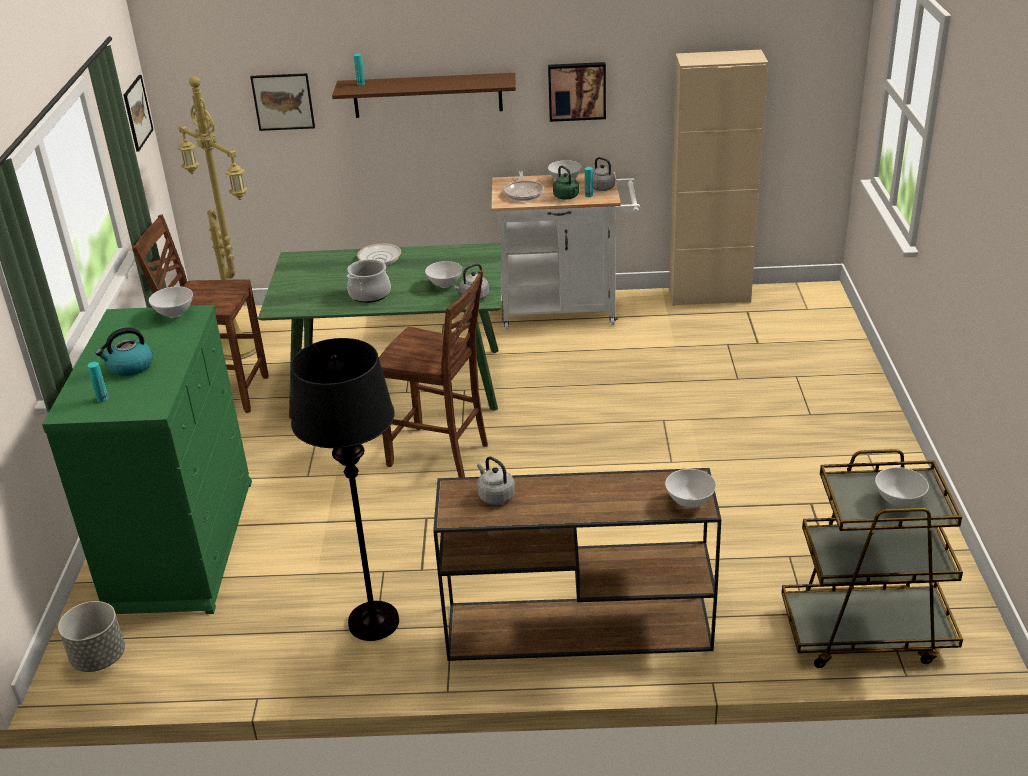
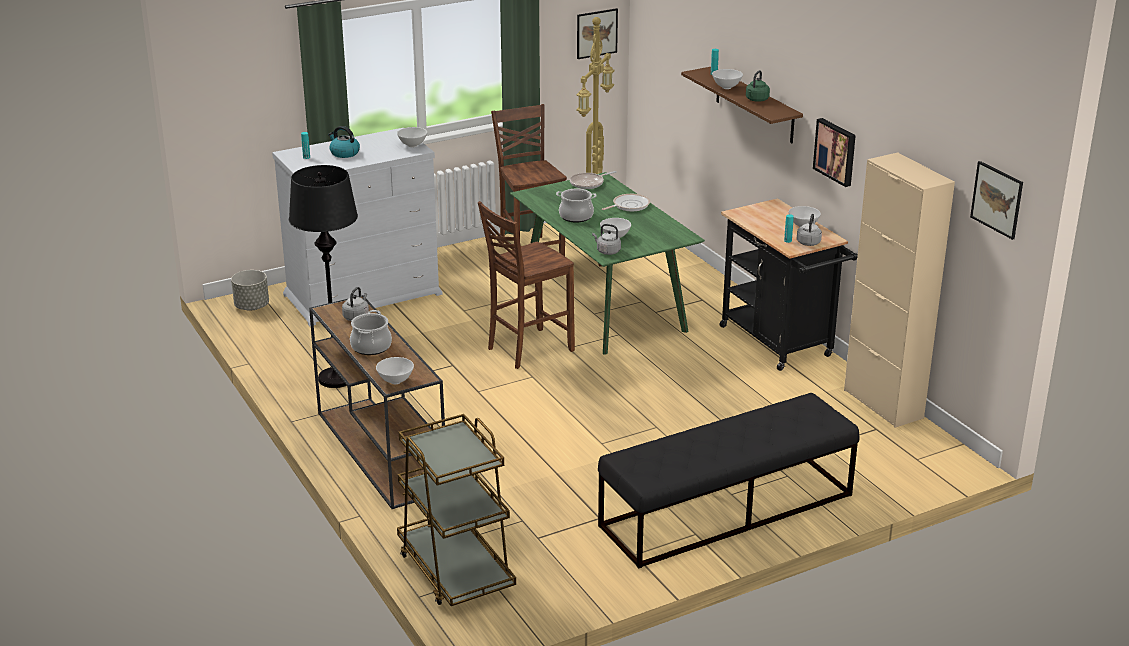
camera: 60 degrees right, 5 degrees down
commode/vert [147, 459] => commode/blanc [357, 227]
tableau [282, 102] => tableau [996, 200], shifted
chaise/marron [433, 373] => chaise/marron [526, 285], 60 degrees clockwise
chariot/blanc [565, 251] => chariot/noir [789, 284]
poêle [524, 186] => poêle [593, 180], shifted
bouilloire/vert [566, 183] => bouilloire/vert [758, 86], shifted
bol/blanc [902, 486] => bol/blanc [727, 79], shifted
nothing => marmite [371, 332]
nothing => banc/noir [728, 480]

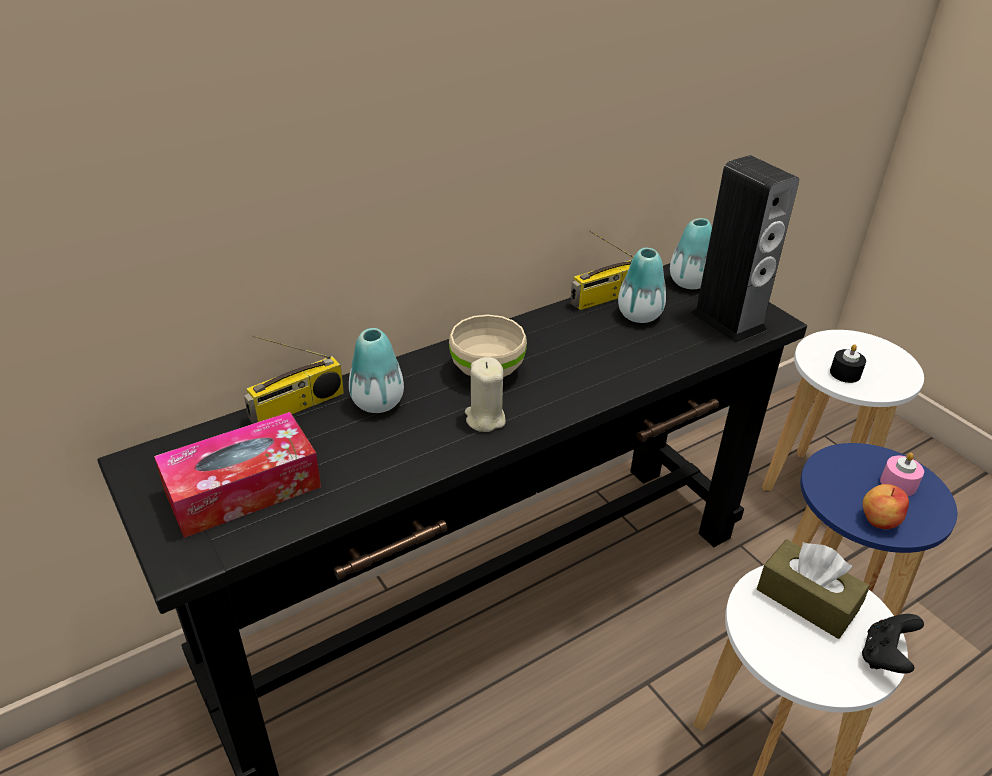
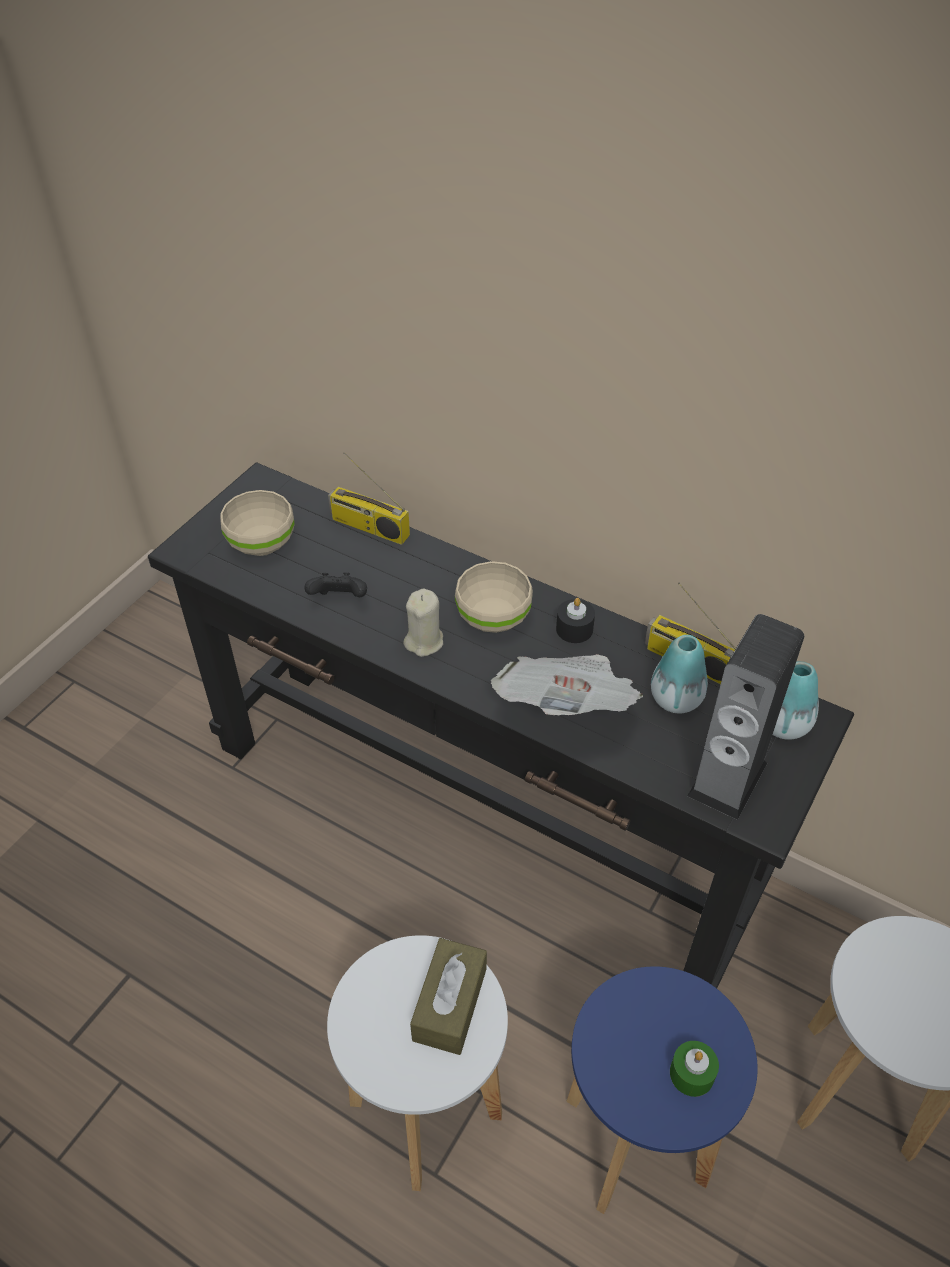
camera: 65 degrees right, 10 degrees up
boîte à mouchoirs [237, 475] => bol/beige [257, 523]
vase [376, 370] => nothing
bougie/noir [848, 363] => bougie/noir [575, 620], shifted
manette/noir [893, 644] => manette/noir [335, 584], shifted
pomme [886, 506] => nothing
bougie/rose [902, 474] => bougie/vert [694, 1069]
nothing => journal [567, 684]

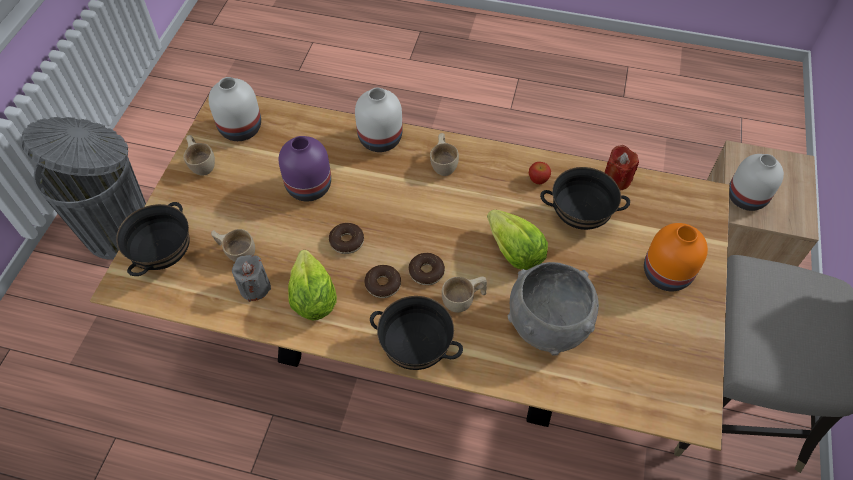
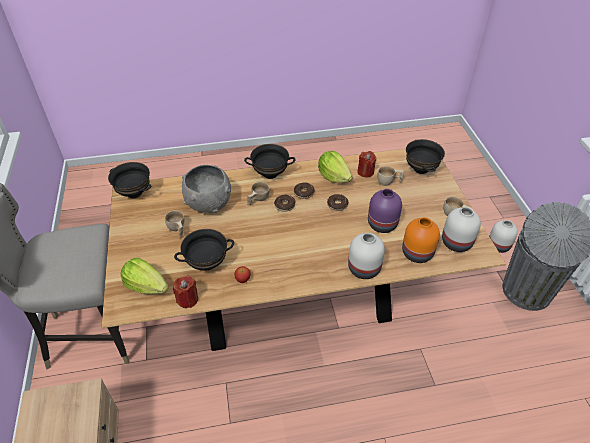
camera: 155 degrees right, 10 degrees down
bougie/gris [251, 278] => bougie/rouge [366, 164]
tasse/beige [444, 154] => tasse/beige [175, 224], shifted
laitue [517, 239] => laitue [144, 276], shifted
vase/orange [676, 257] => vase/orange [421, 240], shifted
vase/blanc [756, 182] => vase/blanc [503, 236], shifted
nothing => bol/noir [130, 180]

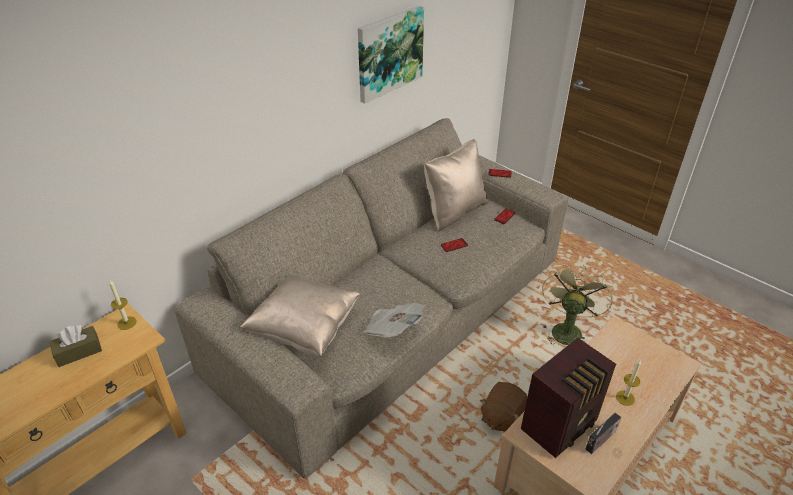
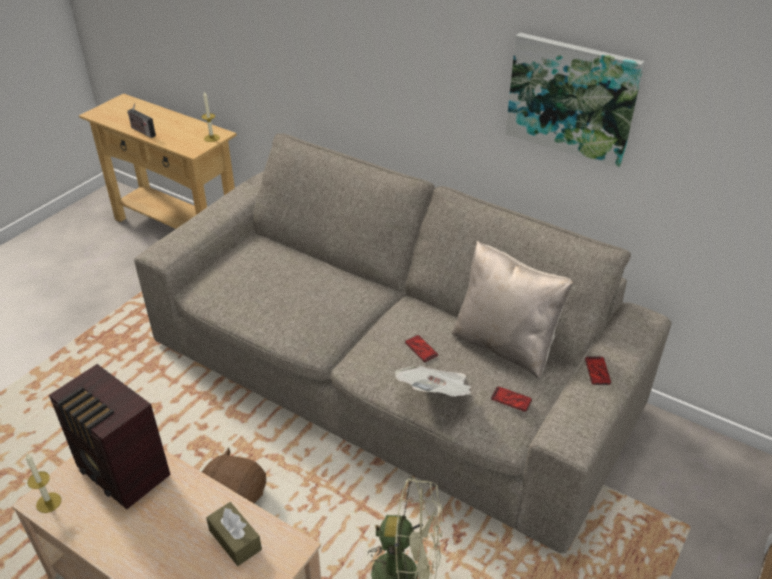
camera: 80 degrees right, 0 degrees up
boîte à mouchoirs/marron [75, 346] => boîte à mouchoirs/marron [234, 534], shifted
coussin/beige [300, 315] => nothing
journal [394, 320] => journal [433, 381], shifted
radio [603, 433] => radio [142, 120], shifted
bougie [628, 383] => bougie [43, 483], shifted

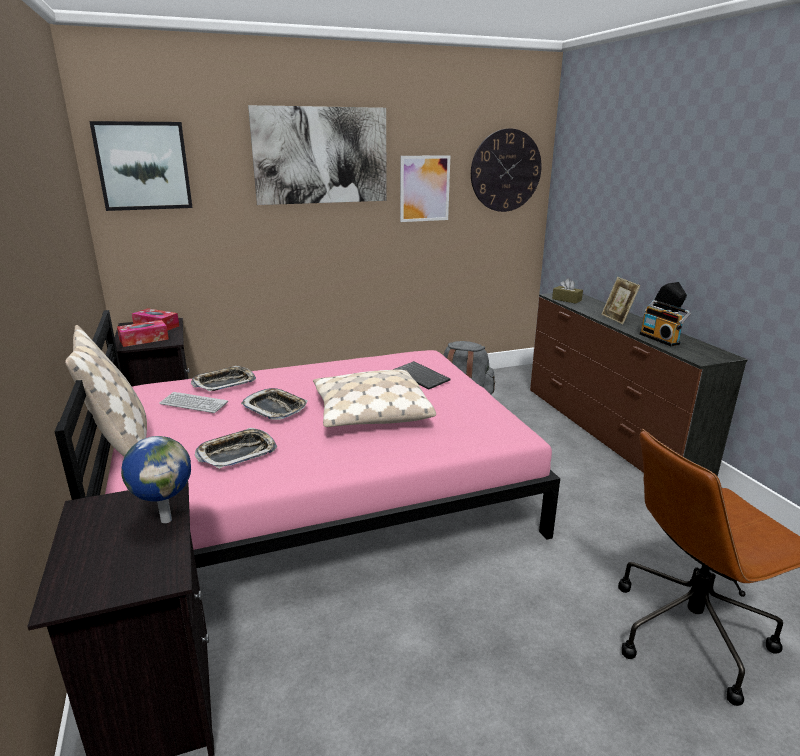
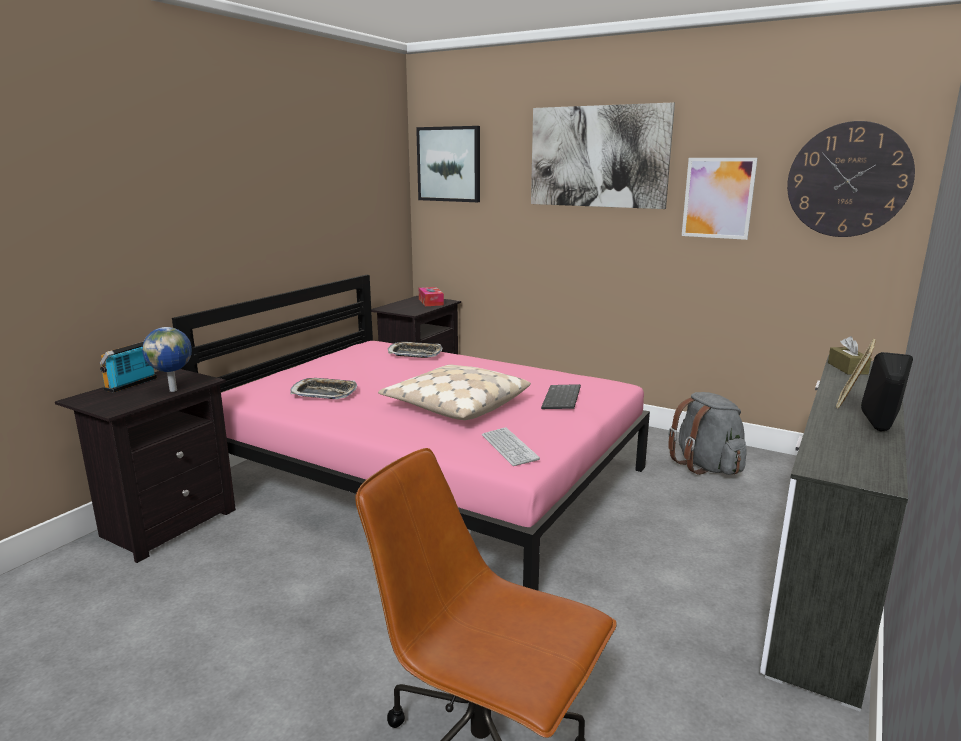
camera: 50 degrees right, 5 degrees down
coussin/beige [106, 391] => nothing
boîte à mouchoirs [143, 333] => nothing
clavier [193, 402] => clavier [511, 446], shifted
plateau [274, 404] => nothing
commode/marron [639, 385] => commode/blanc [834, 533]
radio [665, 323] => radio [128, 367], shifted

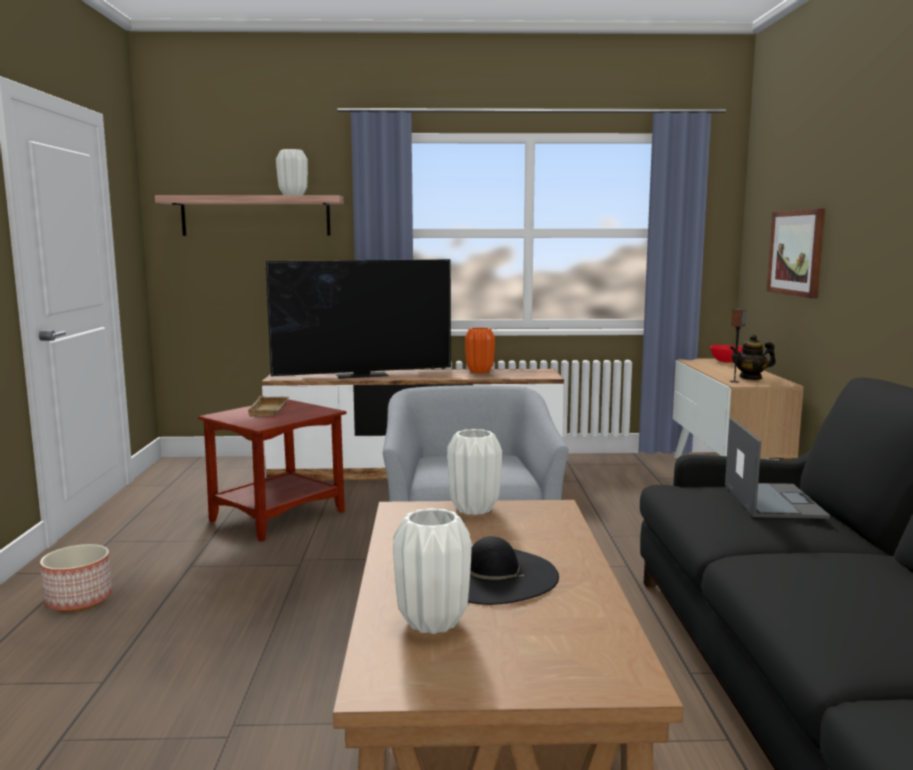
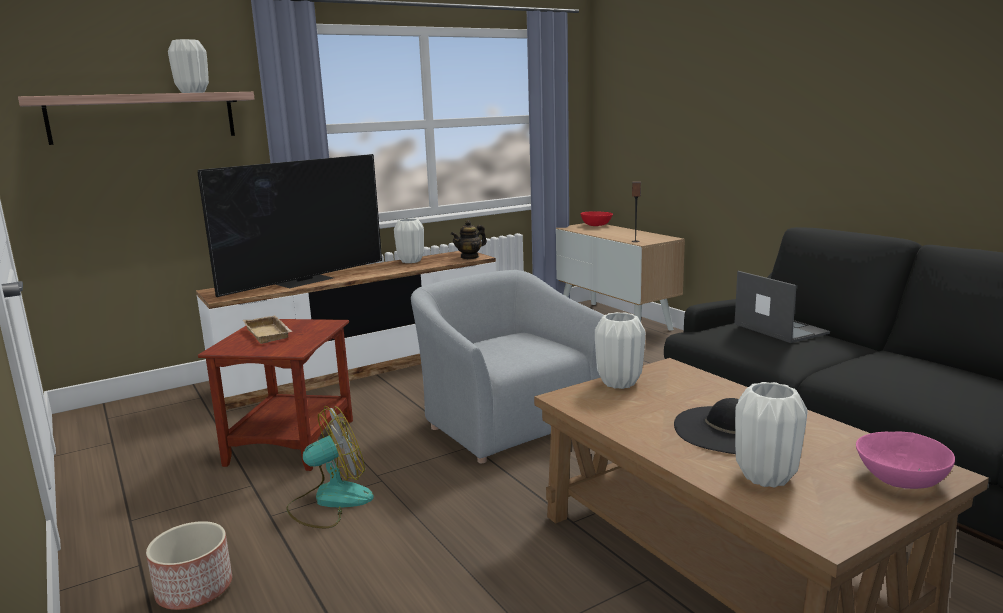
camera: 30 degrees left, 5 degrees up
vase/orange [480, 350] => vase/blanc [409, 240]
théière [752, 357] => théière [469, 239], shifted
tableau [796, 253] => nothing
nothing => ventilateur [330, 467]
nothing => bol/rose [905, 460]

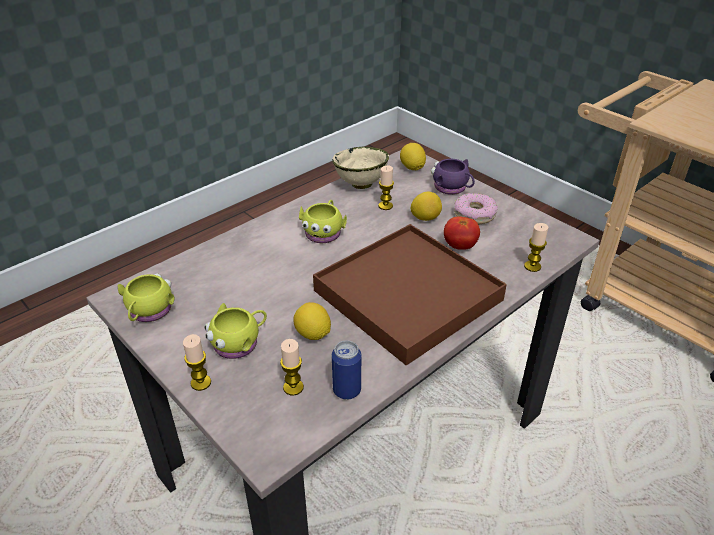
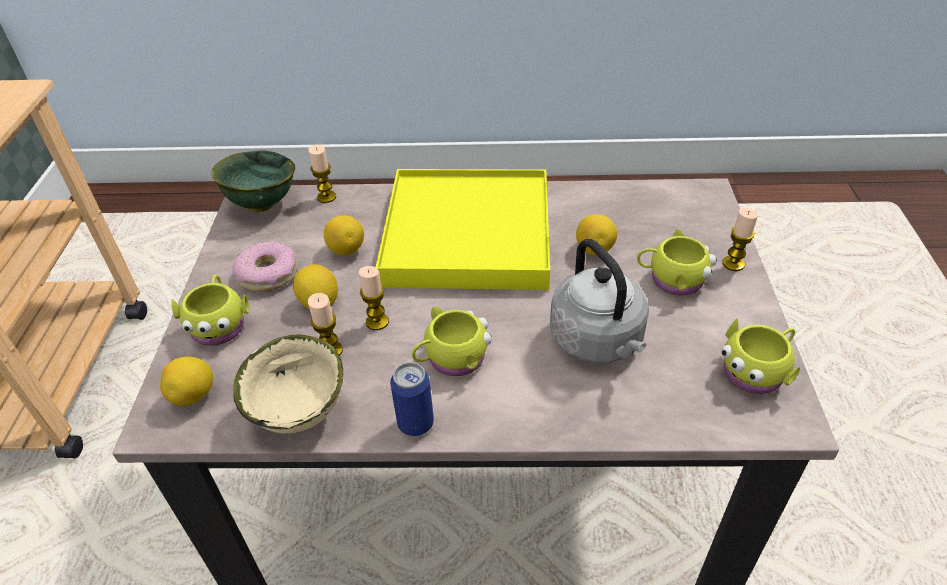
camera: 135 degrees left, 5 degrees up
bougie [292, 367] => bougie [374, 298], shifted
plateau/marron [410, 294] => plateau/jaune [463, 229]
boîte métallique [346, 370] => boîte métallique [412, 399], shifted
mug/violet [453, 177] => mug/jaune [210, 310]
tomate [462, 233] => citron [344, 235]
nothing => bol/vert [253, 181]
nothing => bouilloire/gris [599, 301]

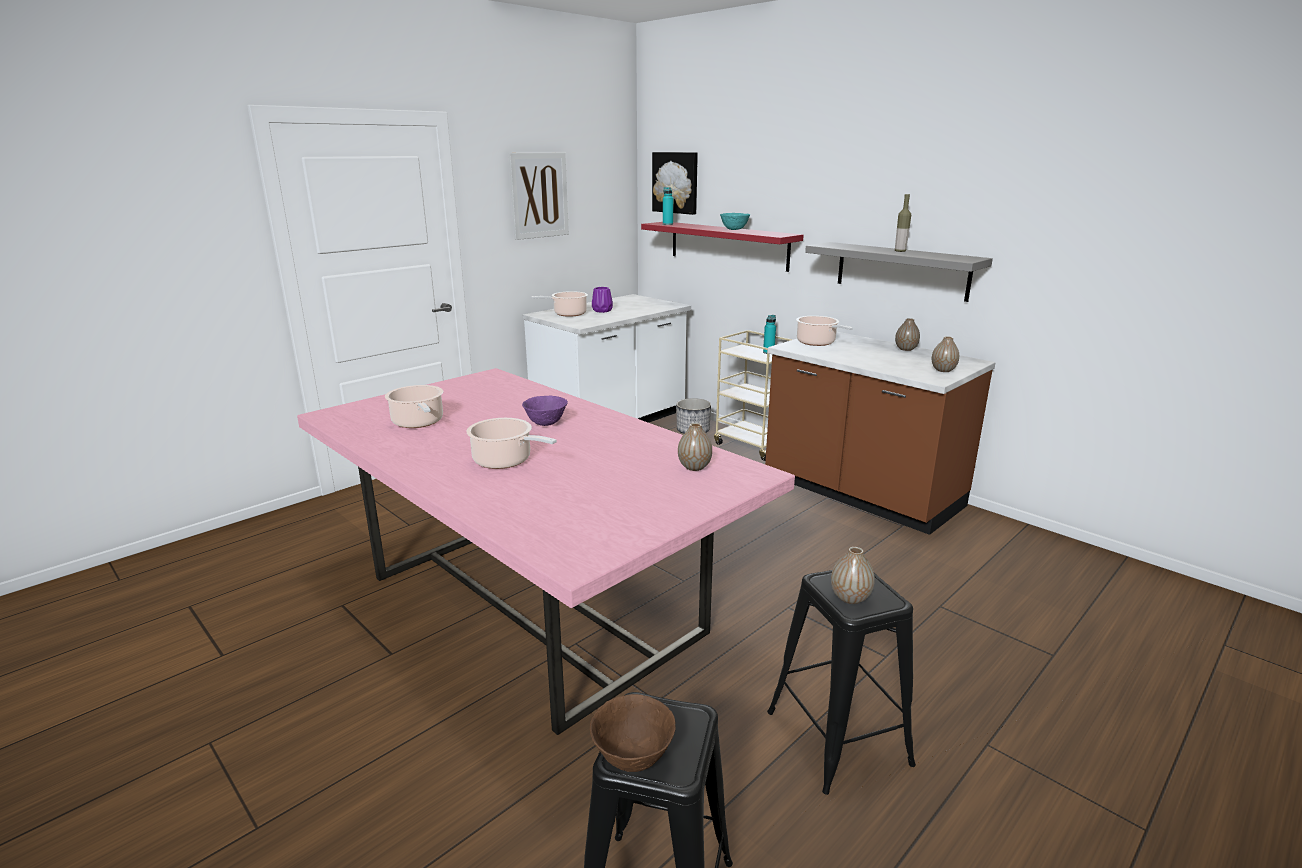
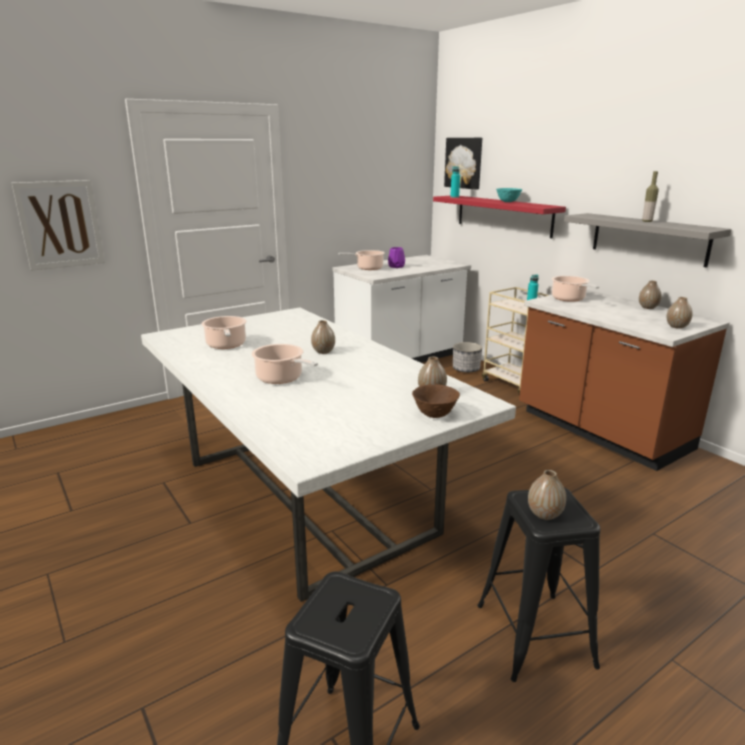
camera: 10 degrees right, 0 degrees up
table à manger/rose [546, 551] => table à manger/blanc [328, 455]
tableau [539, 196] => tableau [58, 225], shifted
bol/violet [545, 411] => vase [323, 337]
bol/marron [633, 733] => bol/marron [436, 401], shifted

